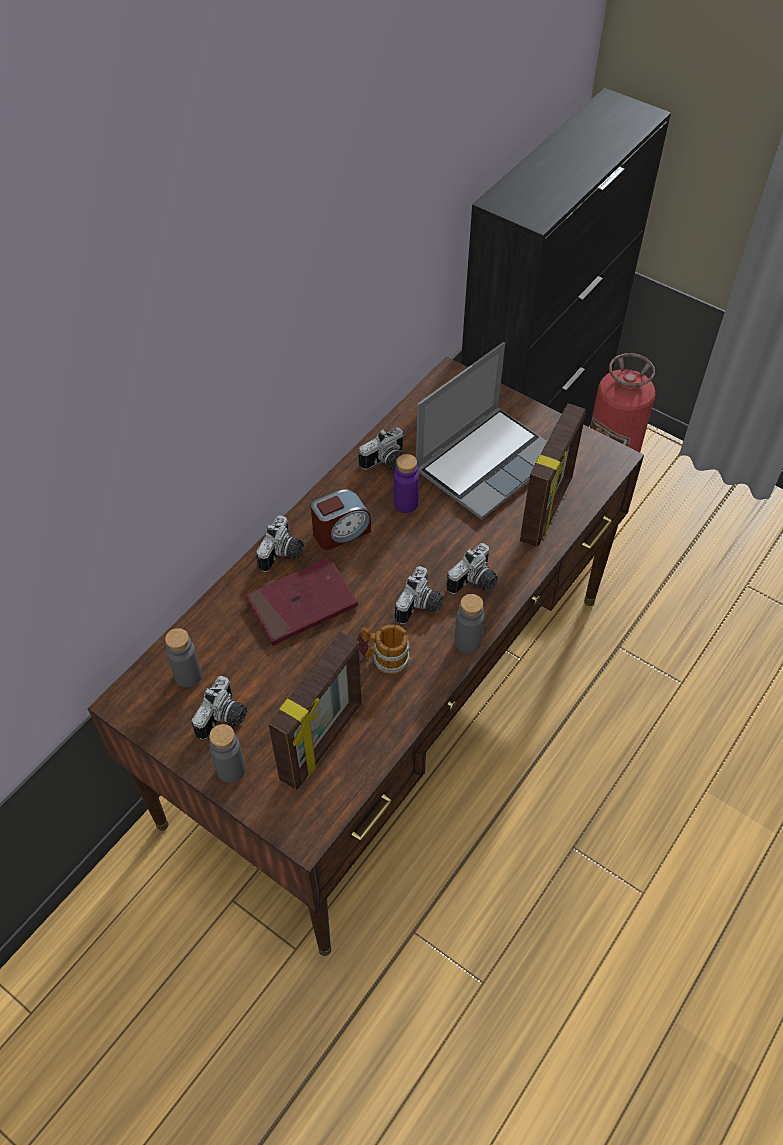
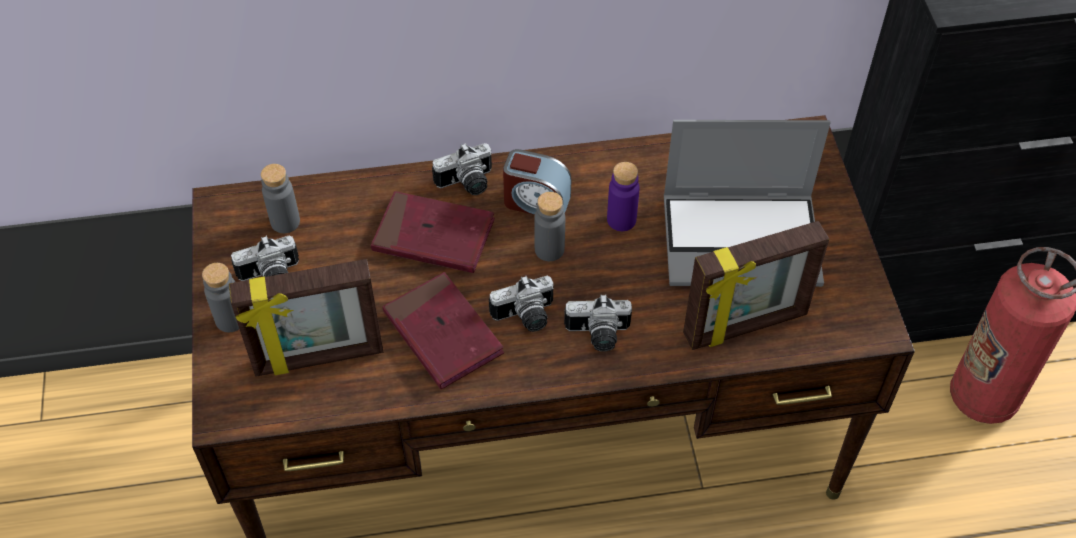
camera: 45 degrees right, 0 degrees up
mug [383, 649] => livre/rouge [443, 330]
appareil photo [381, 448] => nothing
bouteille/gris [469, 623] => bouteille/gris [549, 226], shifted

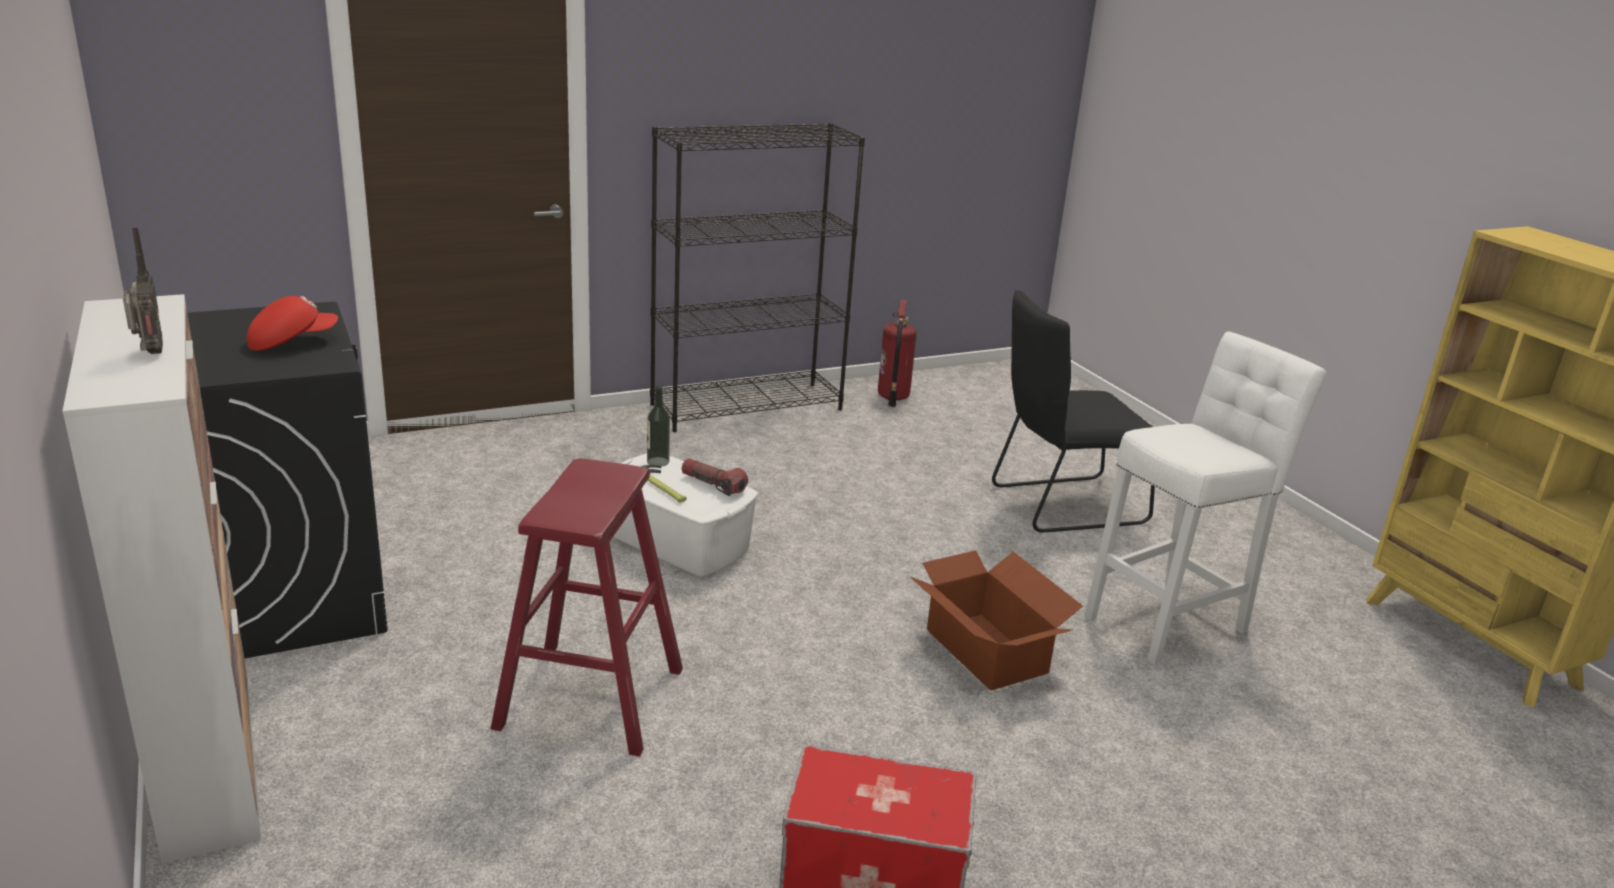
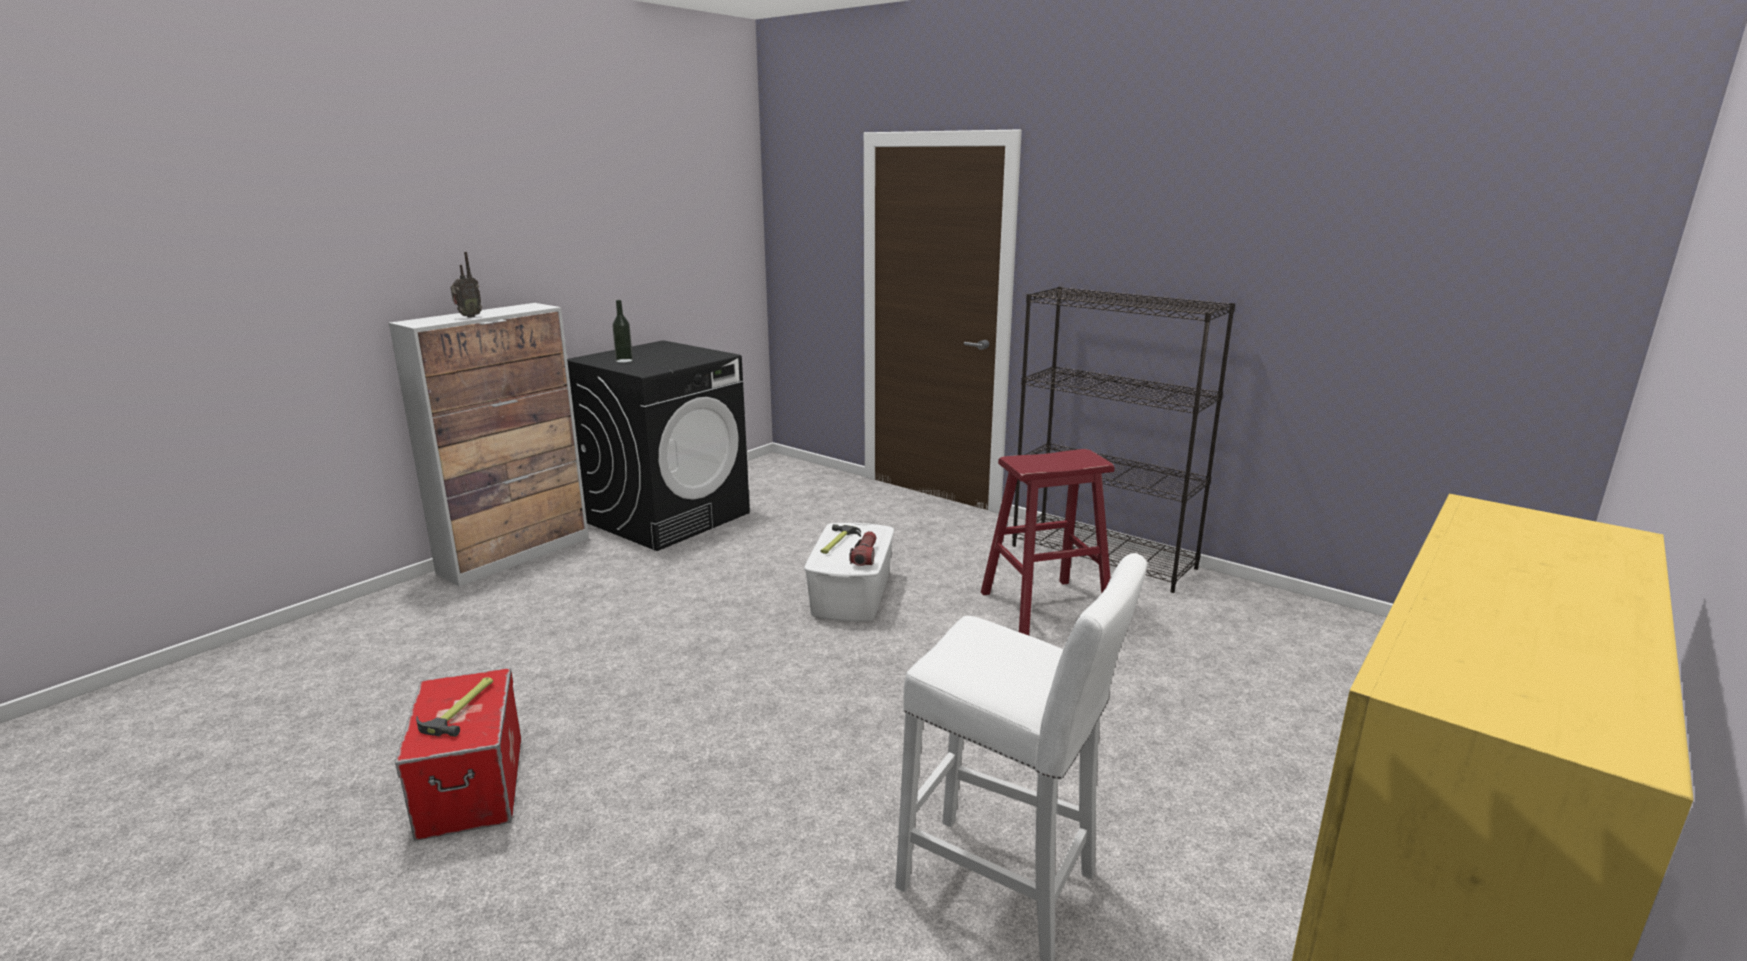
camera: 65 degrees right, 5 degrees down
casquette/rouge [292, 323] => nothing
tabouret/rouge [587, 607] => tabouret/rouge [1048, 542], shifted
bouteille [658, 426] => bouteille [622, 331], shifted
extincteur [897, 353] => nothing
carton [996, 620] => nothing
chaise/noir [1073, 411] => nothing
nothing => marteau [454, 707]

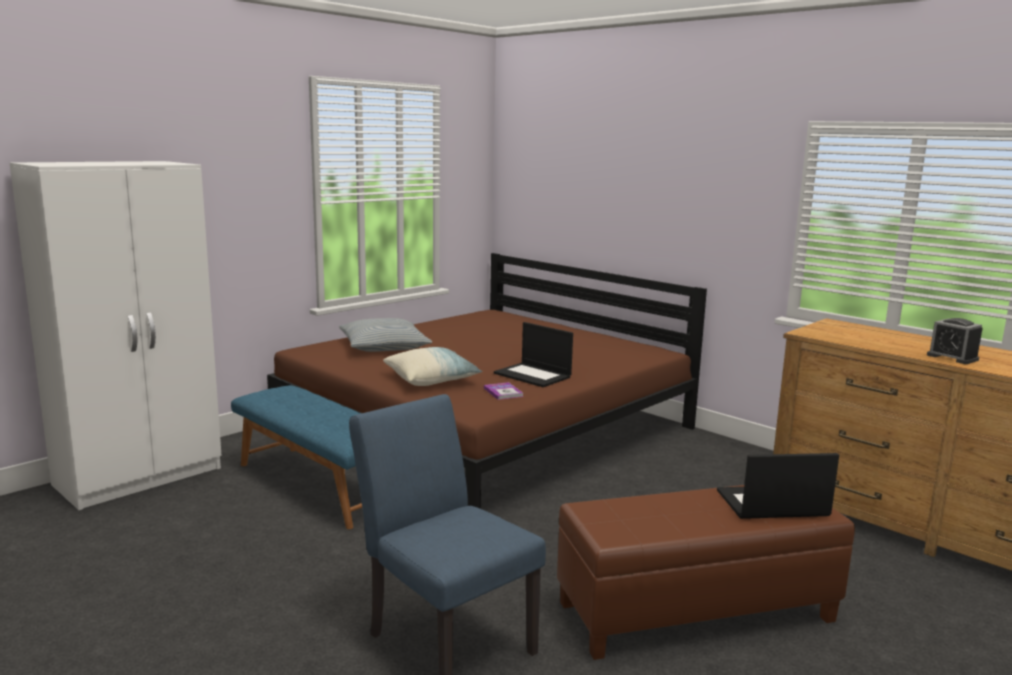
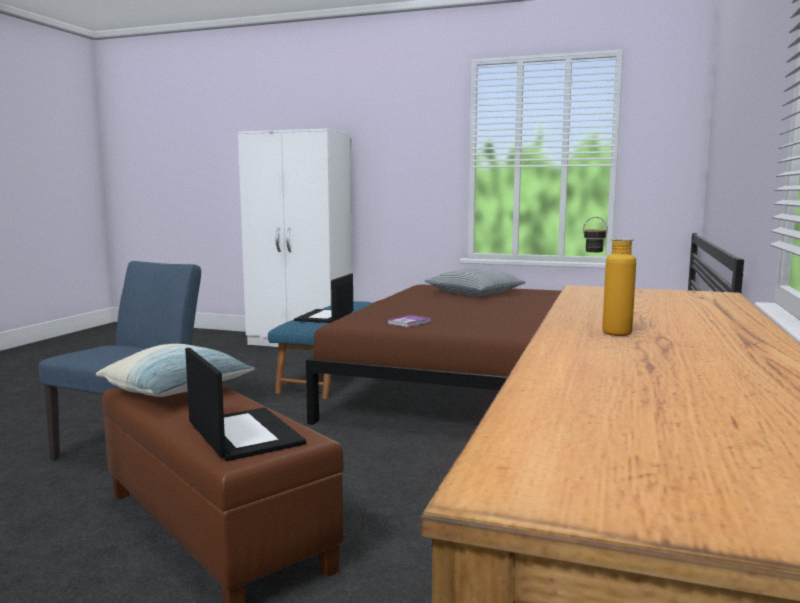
camera: 65 degrees right, 5 degrees down
coussin [432, 366] => coussin [175, 370], shifted
ordinateur portable [533, 354] => ordinateur portable [323, 298], shifted
réveil [955, 341] => bouteille [609, 276]

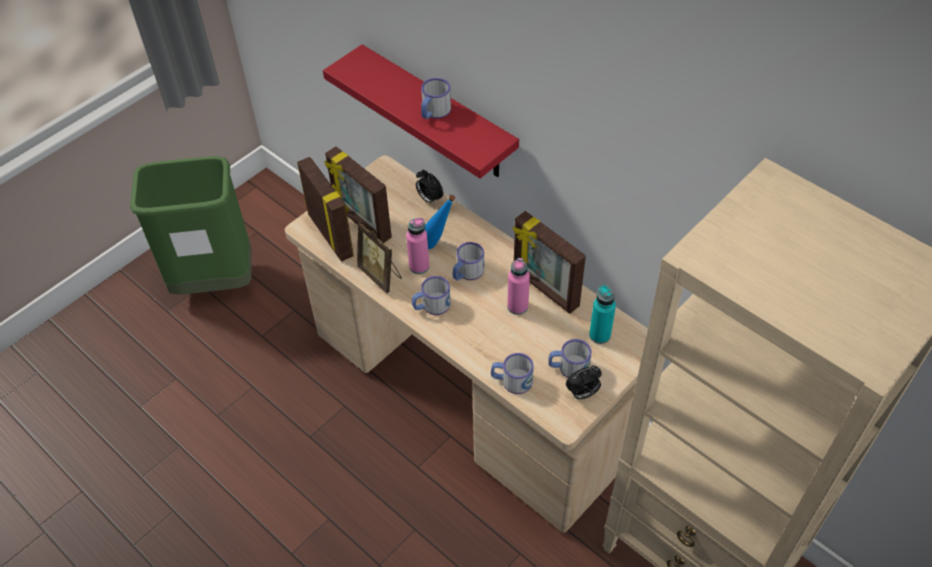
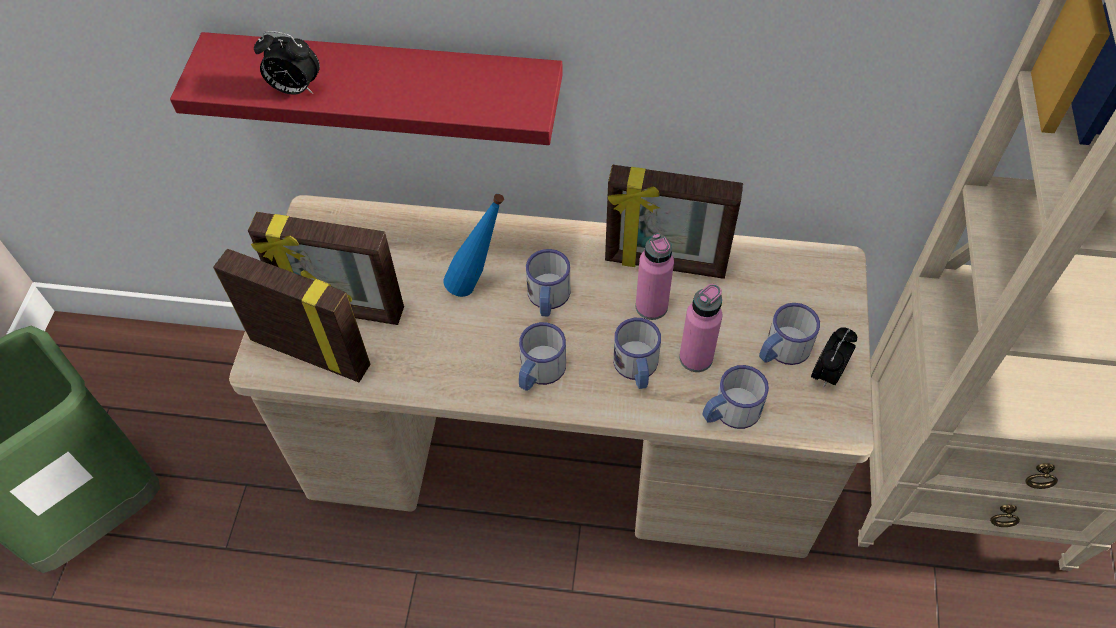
camera: 35 degrees left, 5 degrees up
cadre photo [379, 257] => nothing
bouteille/rose [417, 246] => bouteille/rose [700, 328], shifted
réveil [429, 186] => réveil [287, 63], shifted
mug [436, 98] => mug [637, 353], shifted
bouteille/turquoise [602, 314] => nothing

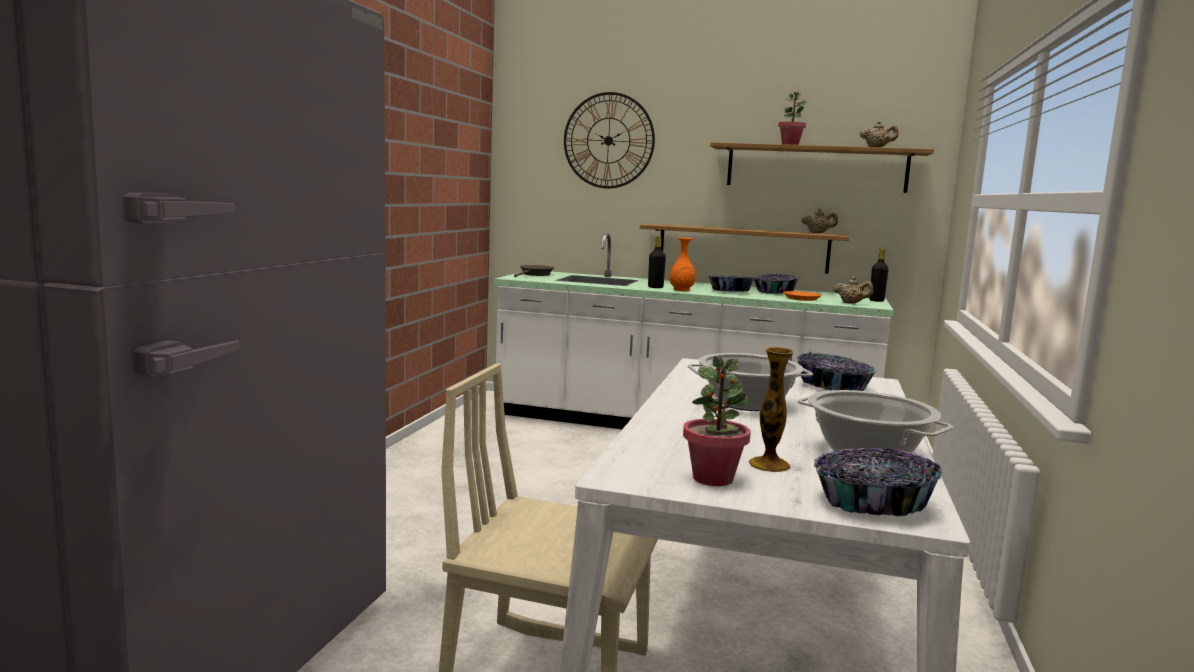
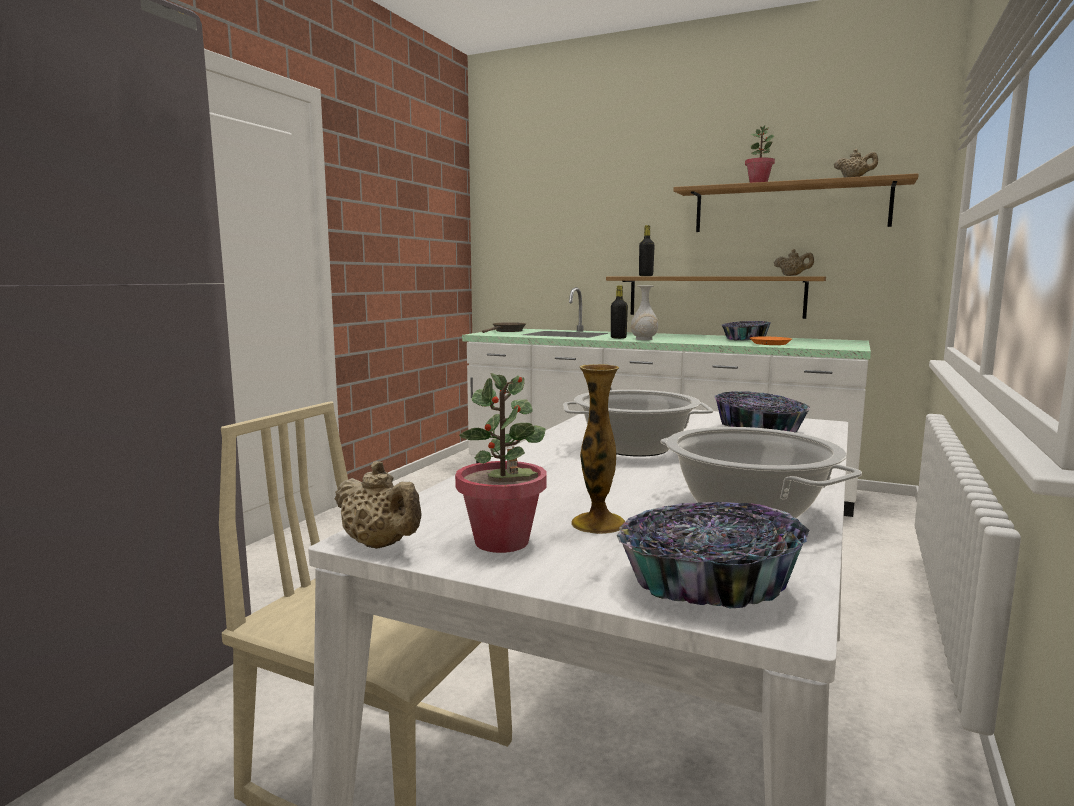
camera: 10 degrees right, 0 degrees up
horloge murale [609, 140] => nothing
vase/orange [682, 264] => vase/blanc [644, 313]
bol [731, 284] => nothing
théière/beige [854, 290] => théière/beige [378, 505], shifted
bouteille/noir [878, 275] => bouteille/noir [647, 250], shifted

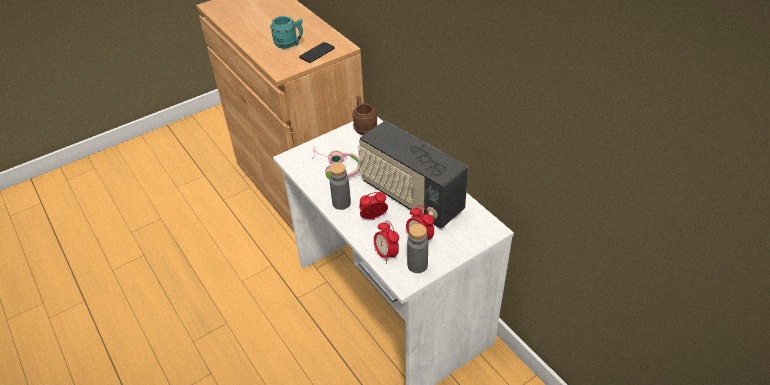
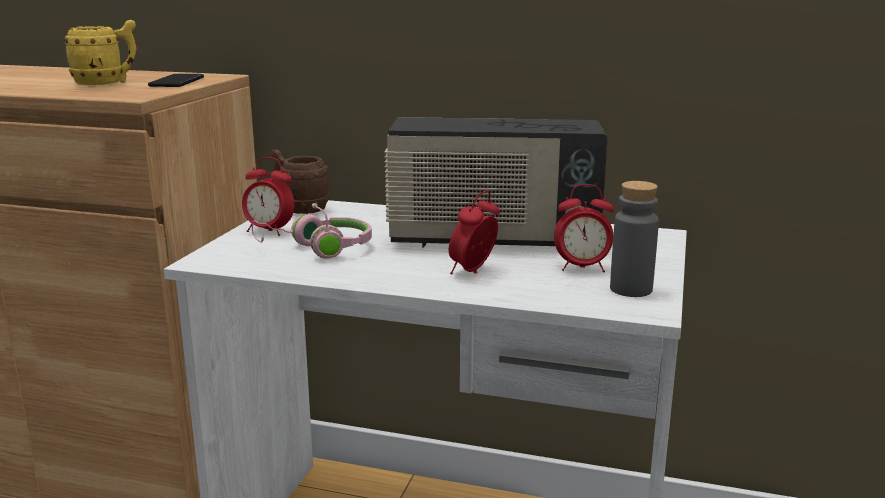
camera: 40 degrees left, 25 degrees down
mug/turquoise [286, 32] => mug/jaune [100, 52]
bouteille/gris [340, 186] => nothing
réveil [386, 242] => réveil [268, 196], shifted

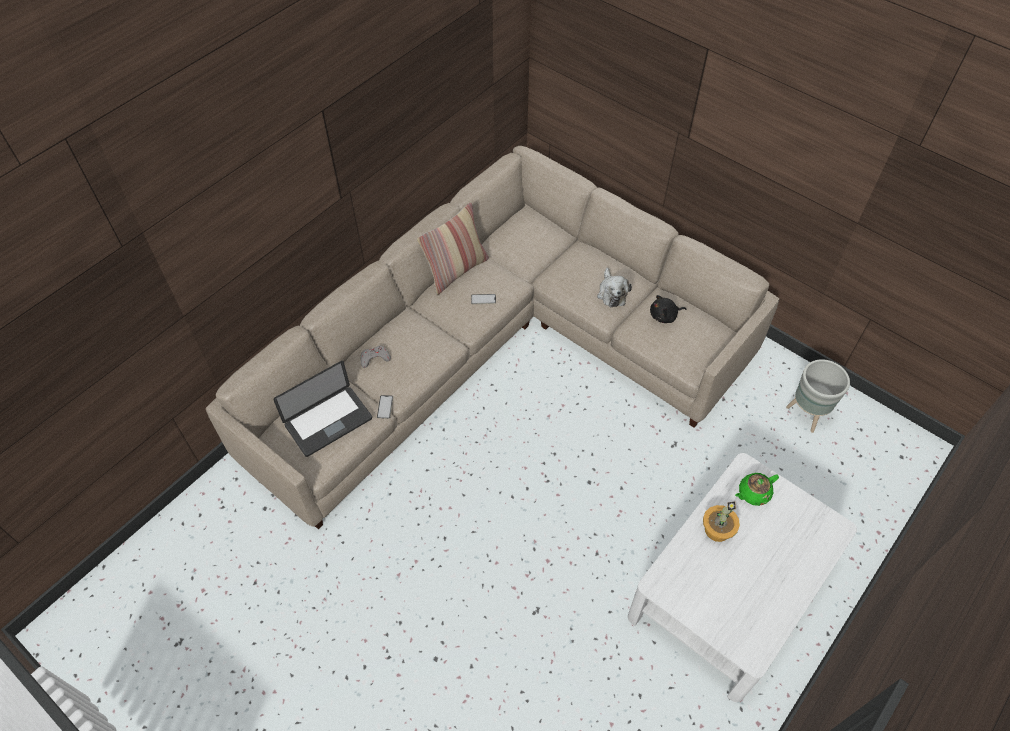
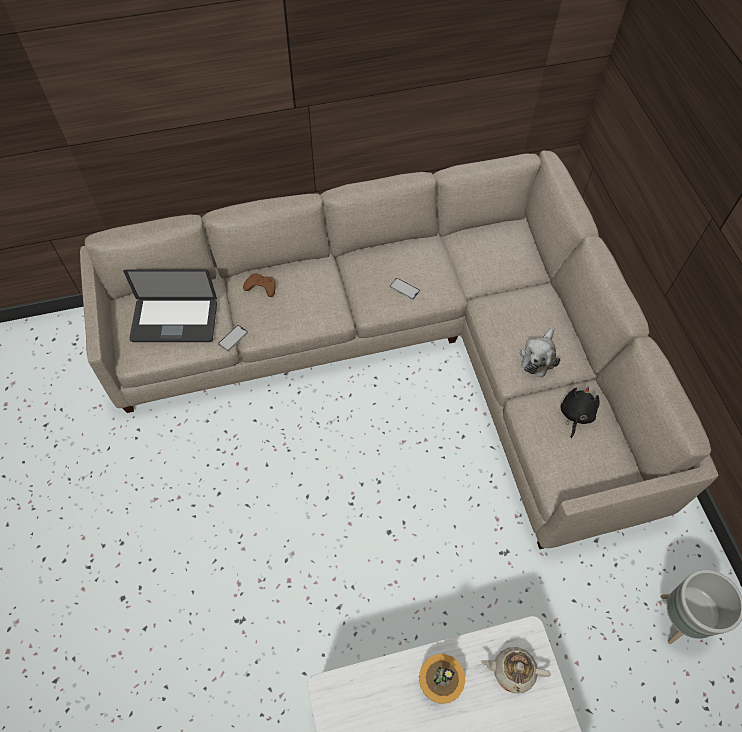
camera: 35 degrees right, 5 degrees up
manette/gris [376, 357] => manette/marron [259, 285]
coussin [453, 249] => nothing
peluche/noir [668, 309] => peluche/noir [580, 412], 90 degrees clockwise
théière/vert [757, 489] => théière/beige [516, 670]

